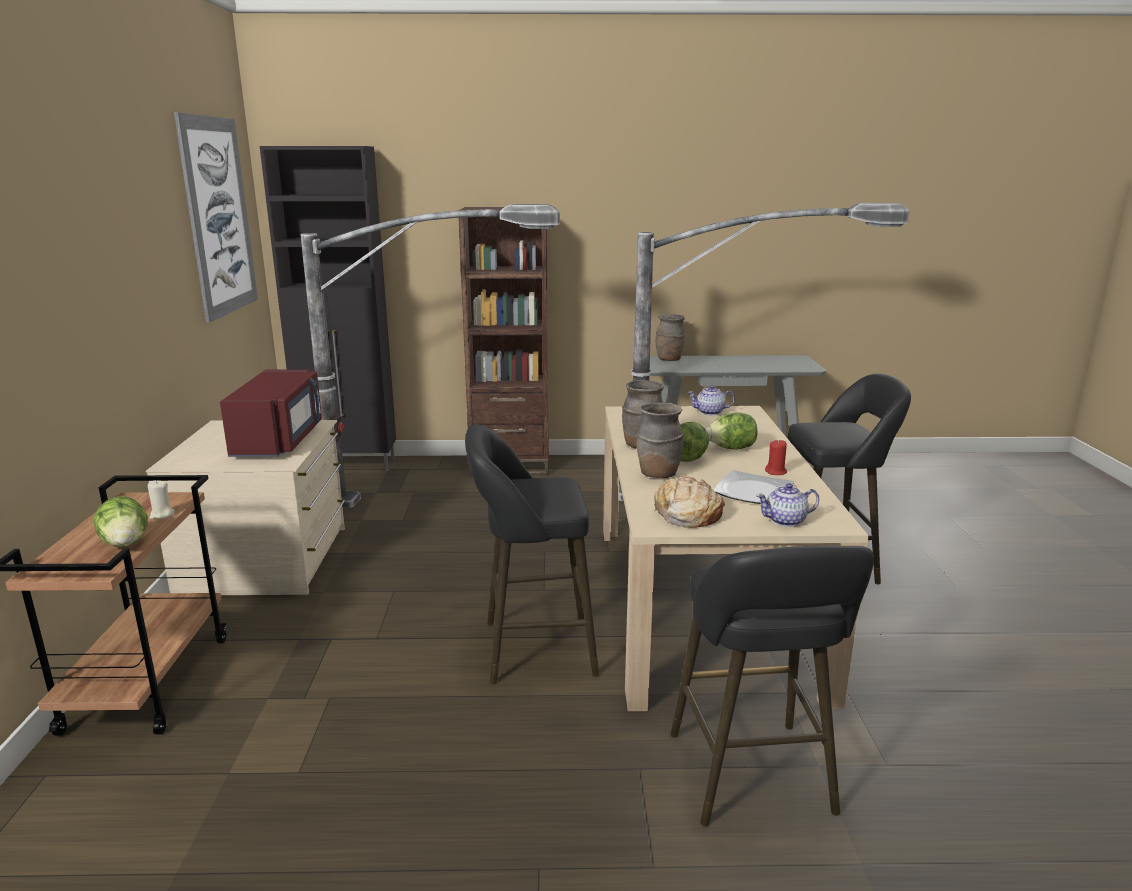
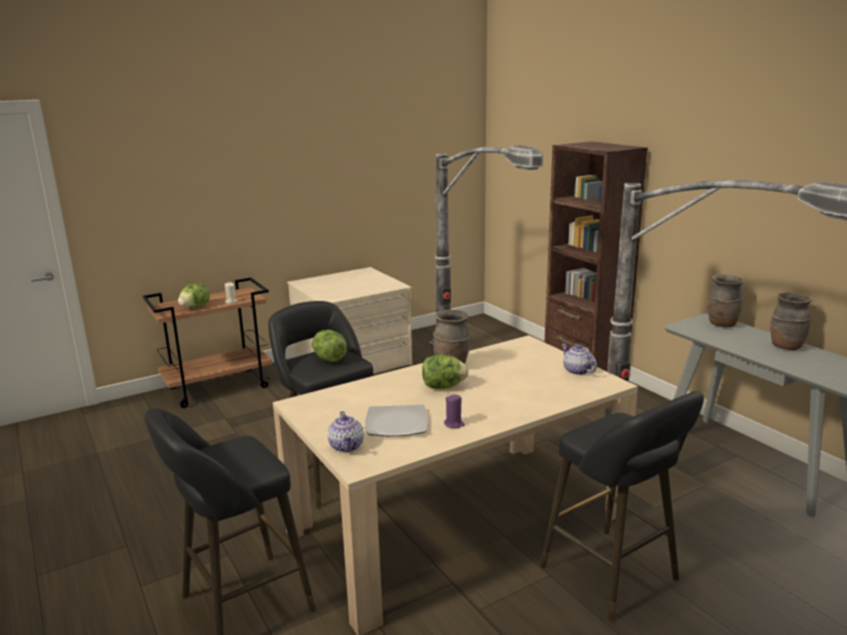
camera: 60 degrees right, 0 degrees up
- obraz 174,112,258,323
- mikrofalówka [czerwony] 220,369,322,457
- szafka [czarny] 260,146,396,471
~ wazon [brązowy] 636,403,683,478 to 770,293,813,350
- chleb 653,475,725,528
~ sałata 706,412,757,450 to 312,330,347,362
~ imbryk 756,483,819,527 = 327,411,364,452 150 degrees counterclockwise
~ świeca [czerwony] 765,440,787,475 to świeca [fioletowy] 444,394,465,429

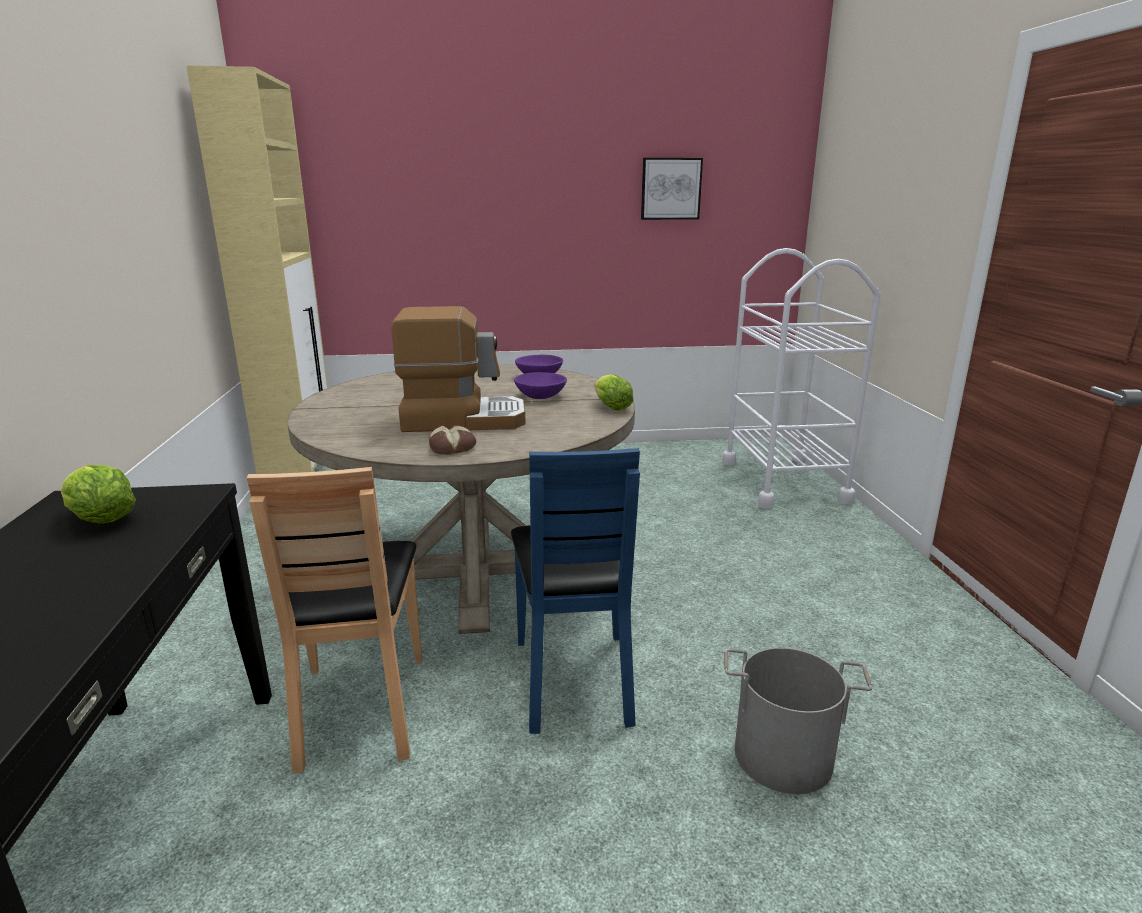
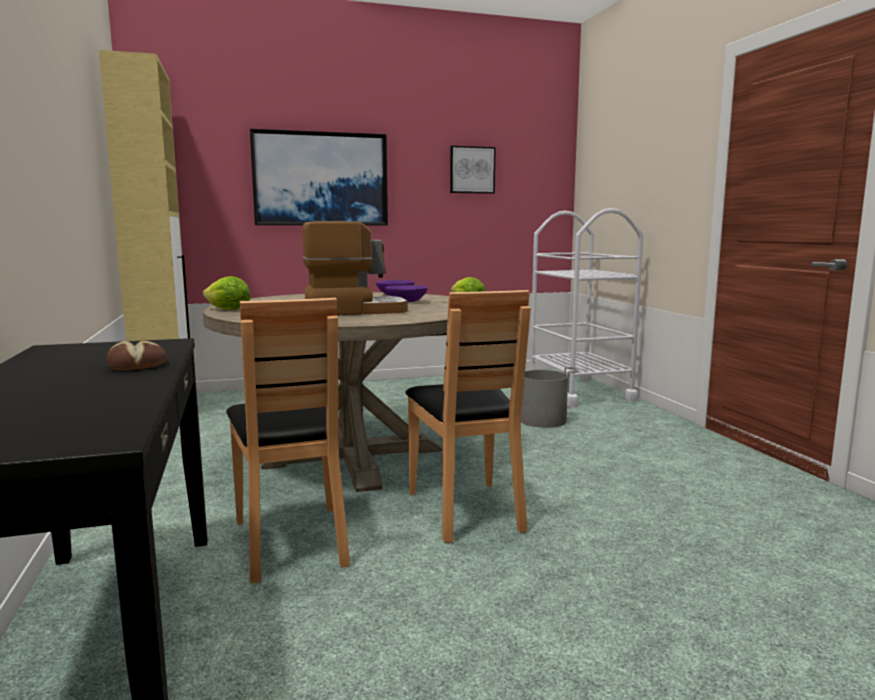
camera: 10 degrees left, 10 degrees down
~ sałata 61,465,136,524 to 203,276,250,310
~ chleb 429,425,476,455 to 107,340,167,371
~ krzesło [niebieski] 511,448,640,734 to krzesło [brązowy] 405,290,531,543
~ wiadro [szary] 724,648,872,794 to 521,367,579,428
+ obraz 250,129,388,225

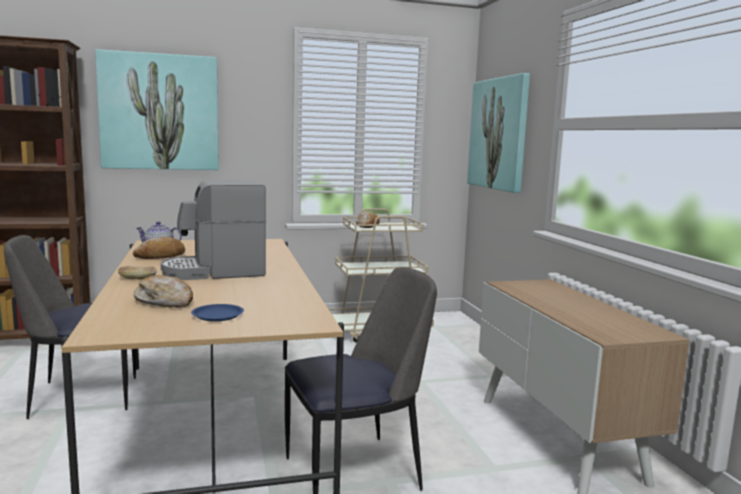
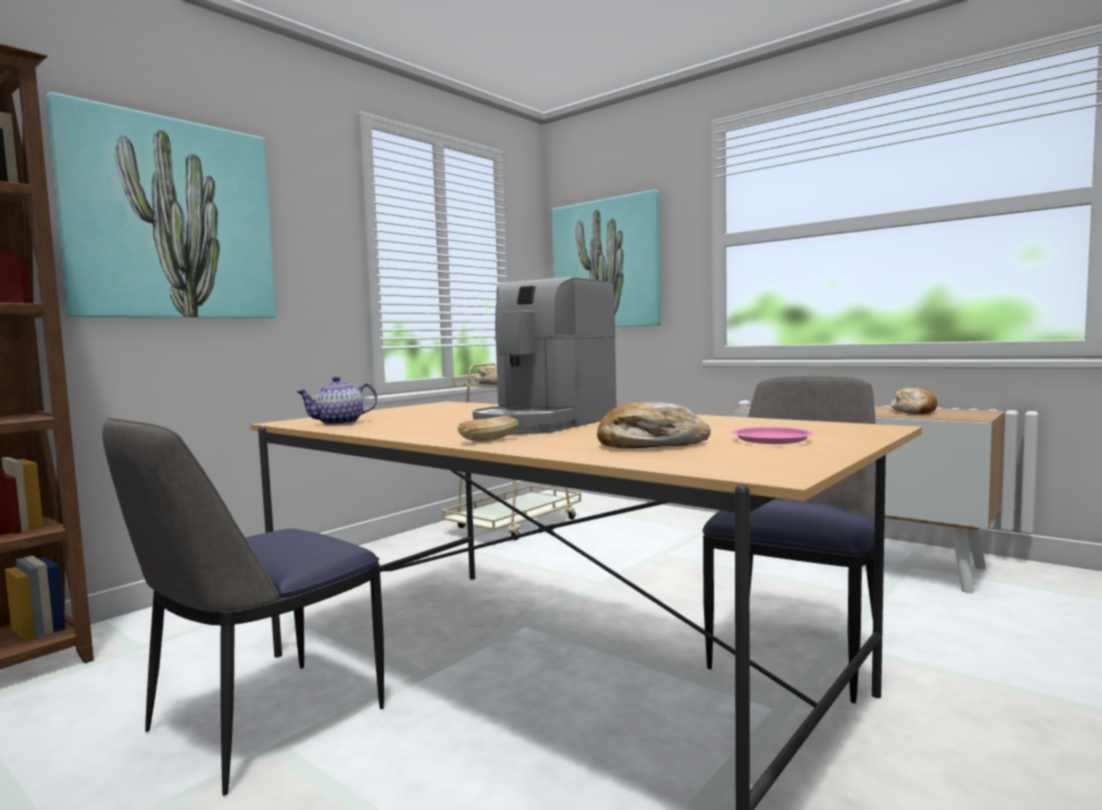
camera: 35 degrees left, 5 degrees down
~ chleb 133,237,185,259 to 890,387,938,414
~ talerz [niebieski] 191,304,244,321 to talerz [różowy] 732,427,814,444

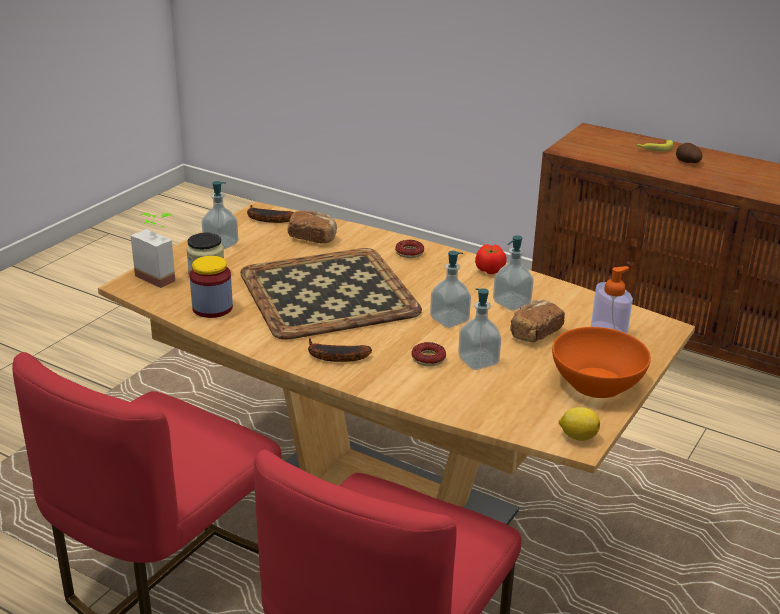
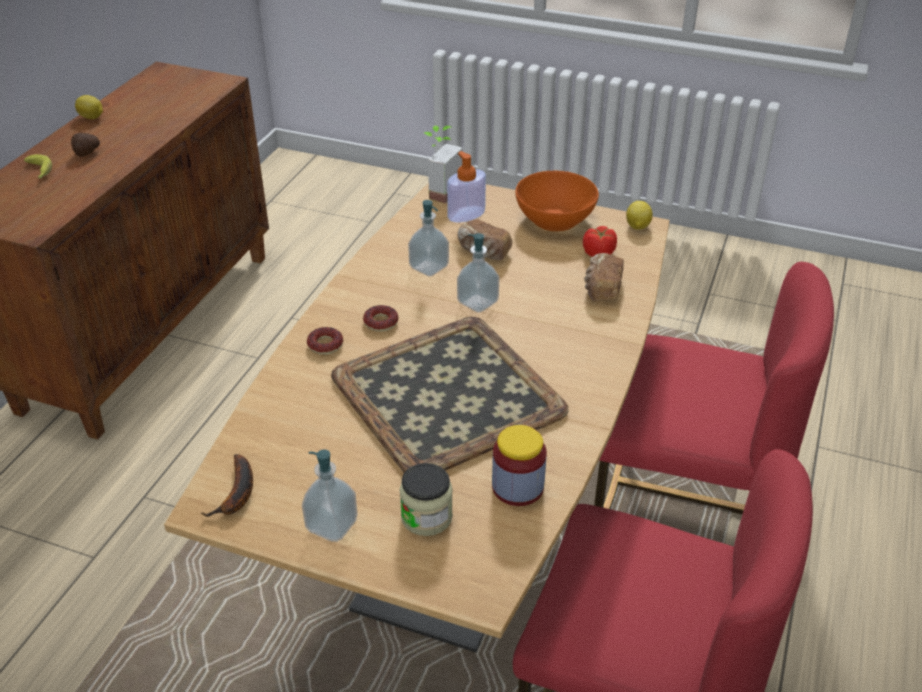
camera: 100 degrees left, 10 degrees up
~ roślina doniczkowa 131,213,175,288 to 424,126,463,203
~ chleb 287,211,337,244 to 584,253,624,301
- banan 308,338,372,362
~ donut 411,342,446,366 to 363,305,398,332
- dozownik mydła 458,288,501,370
~ pomidor 475,244,506,274 to 583,226,617,257
+ cytryna 75,95,103,119

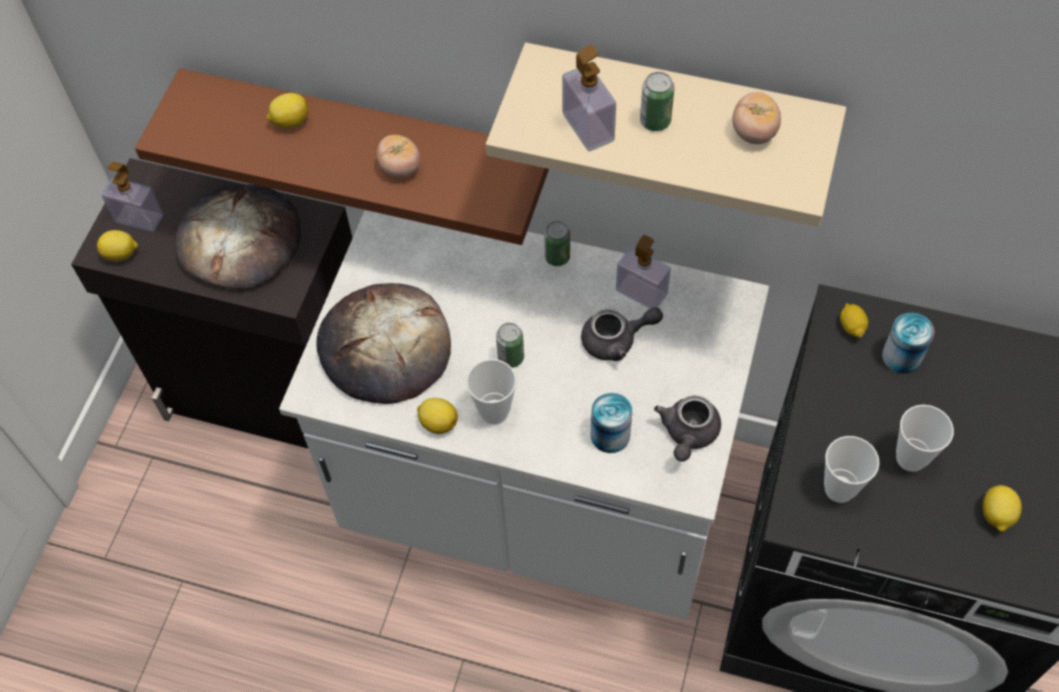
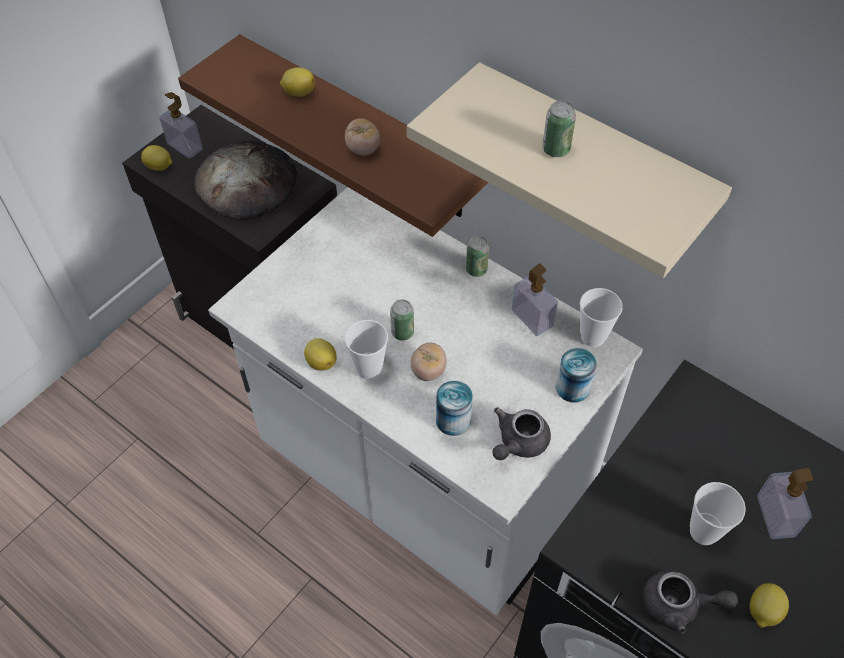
camera: 20 degrees right, 5 degrees down
- chleb 316,283,451,404
~ dozownik mydła 562,44,616,151 to 757,468,813,539
~ imbryk [szary] 581,307,663,361 to 643,571,738,634
~ pomidor 732,92,781,144 to 411,343,447,381
~ filiżanka 824,436,879,503 to 580,288,623,347
- cytryna 840,303,868,338
~ puszka 882,312,934,374 to 556,348,597,403

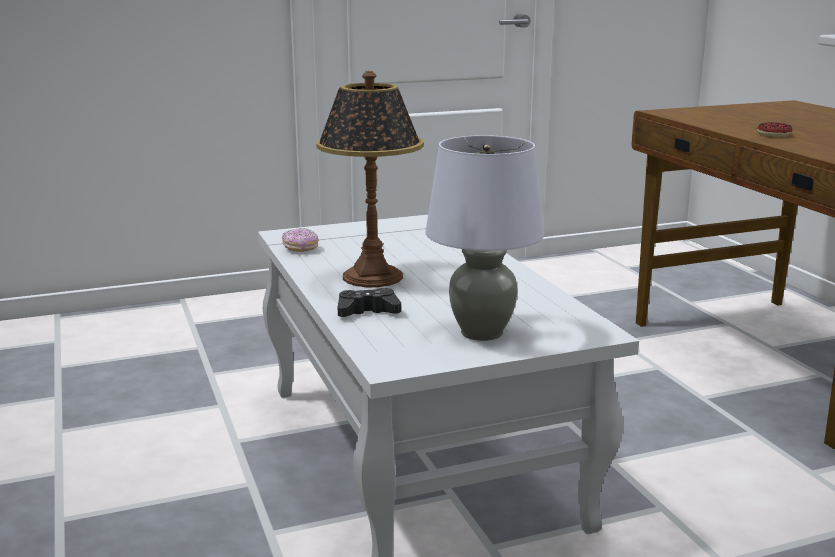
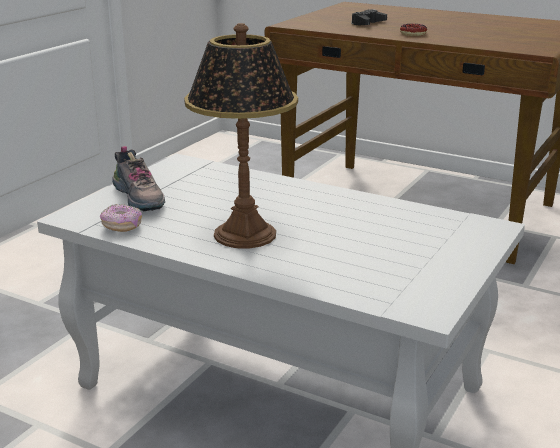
camera: 40 degrees left, 5 degrees up
~ pad do gier [czarny] 338,288,401,317 to 351,9,387,25
- lampa stołowa [szary] 425,135,544,341
+ but 112,146,165,212

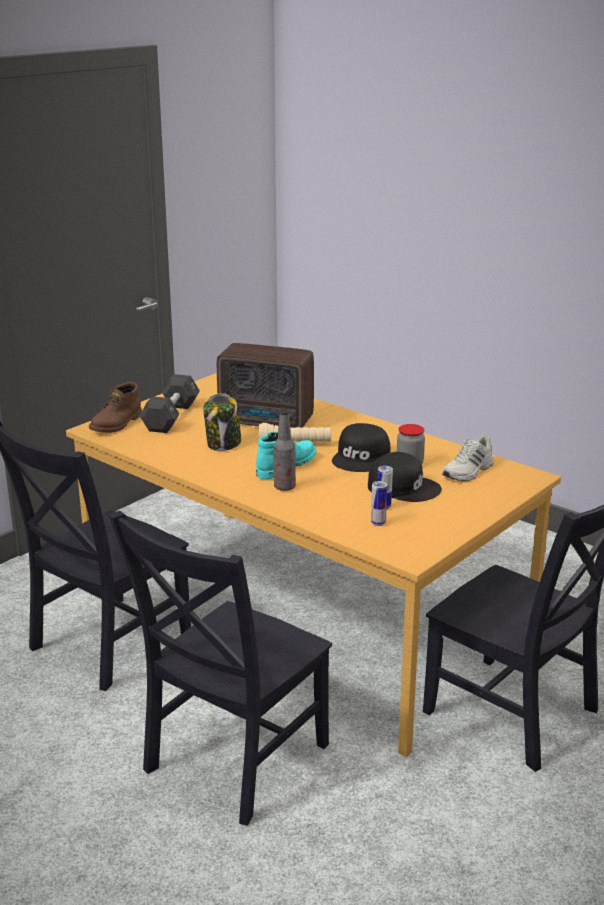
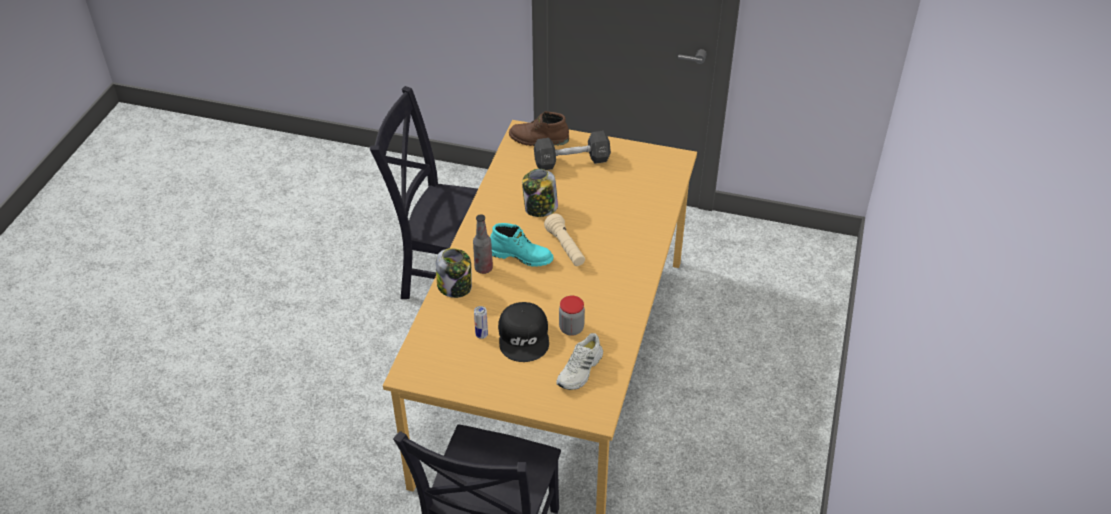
camera: 65 degrees right, 20 degrees up
- krzesło [czarny] 108,511,332,826
- radio 217,343,314,428
- czapka z daszkiem [czarny] 332,423,391,472
- puszka 371,481,387,526
~ but [biały] 442,435,494,482 = 556,333,603,390 75 degrees counterclockwise
+ słoik 436,248,472,298

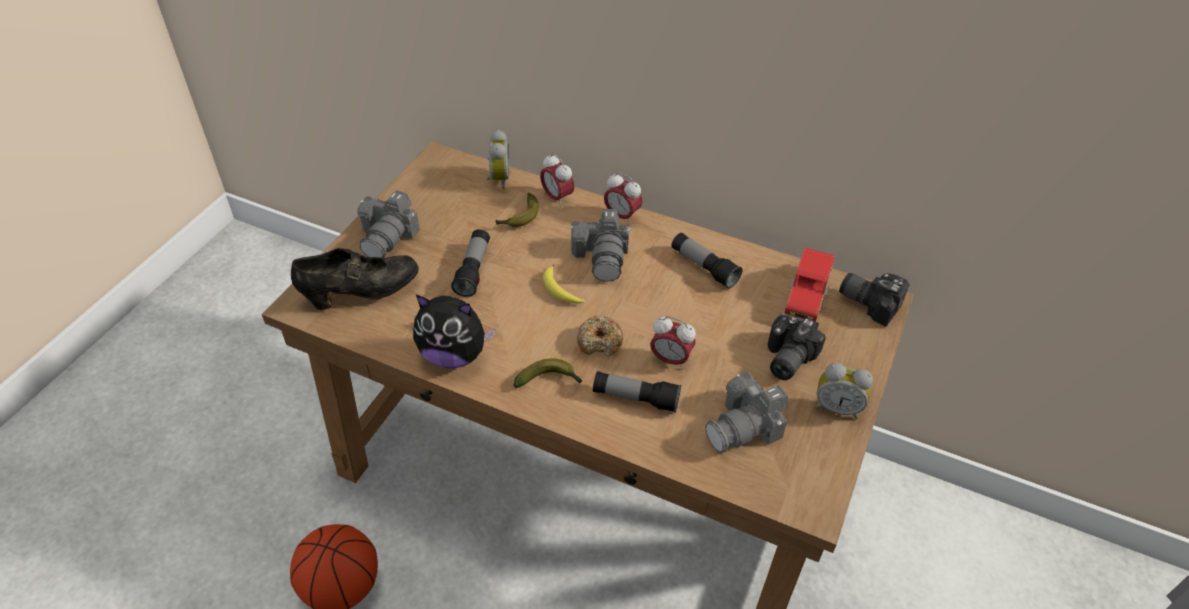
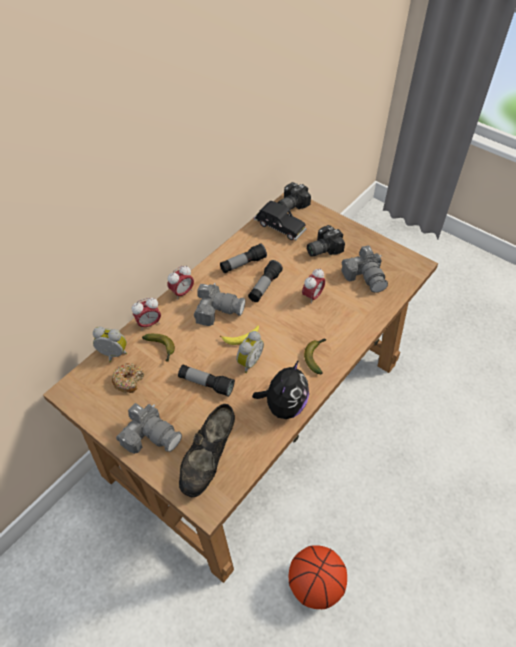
camera: 75 degrees left, 5 degrees up
~ but [czarny] 291,248,419,310 = 179,404,235,497 150 degrees counterclockwise
~ donut 577,316,623,356 to 112,363,144,393
~ latarka 593,371,681,413 to 248,260,283,302
~ aparat fotograficzny 767,315,826,380 = 307,225,345,257 105 degrees clockwise
~ samochodzik [czerwony] 782,248,835,322 to samochodzik [czarny] 253,201,307,241
~ budzik 815,363,873,419 to 236,331,264,373

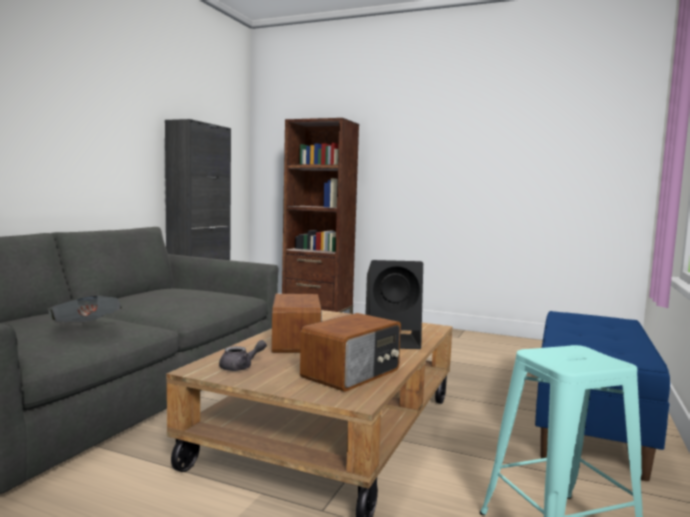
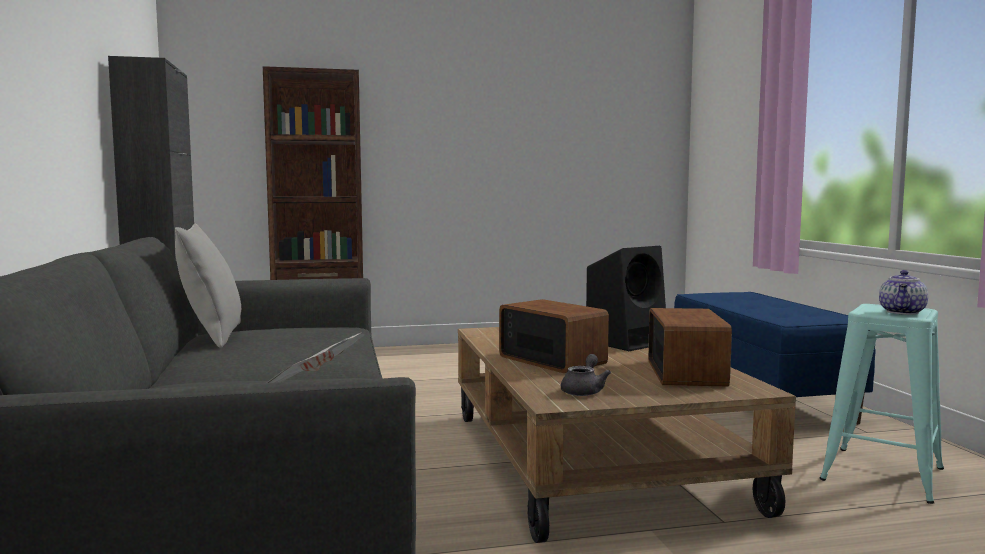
camera: 35 degrees left, 0 degrees up
+ poduszka [szary] 175,224,241,348
+ imbryk 879,270,928,315

